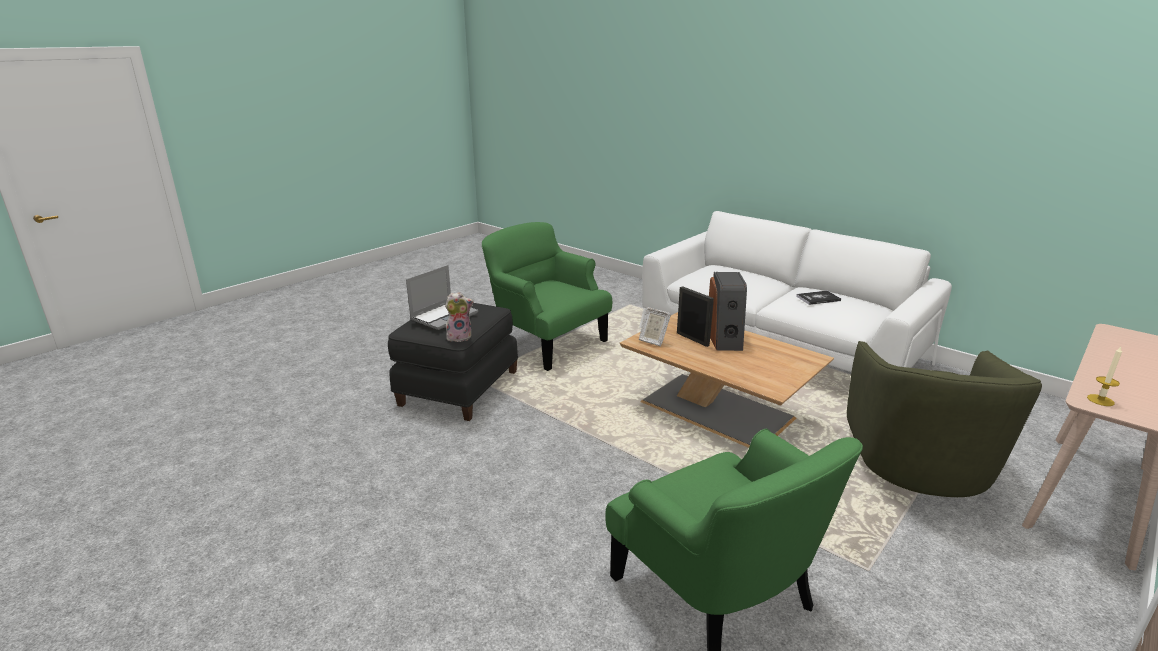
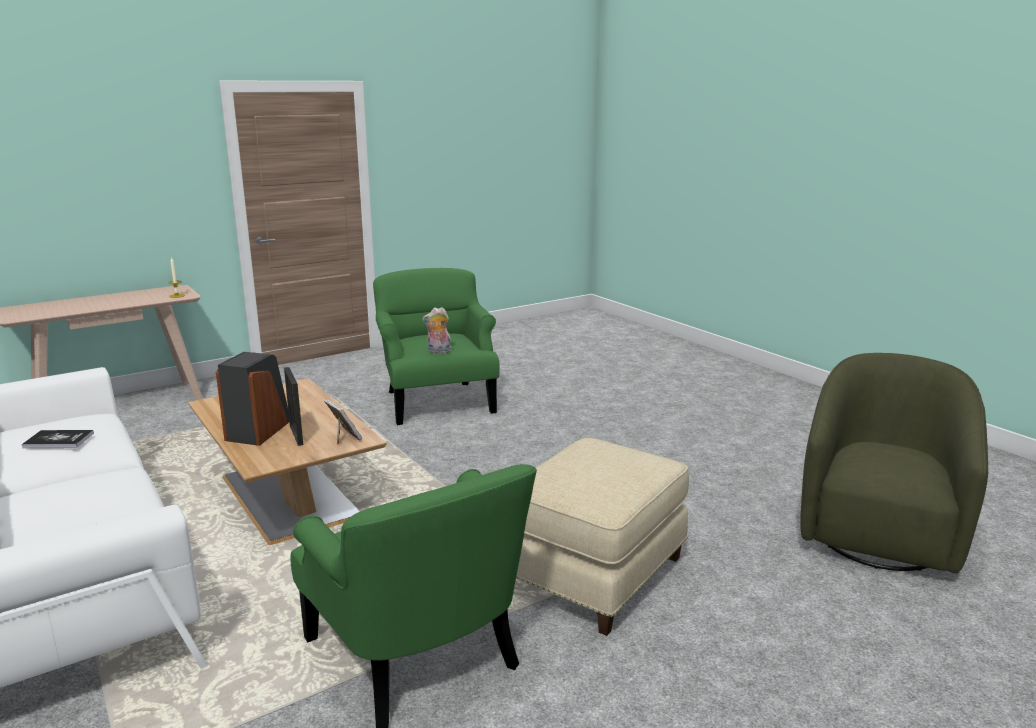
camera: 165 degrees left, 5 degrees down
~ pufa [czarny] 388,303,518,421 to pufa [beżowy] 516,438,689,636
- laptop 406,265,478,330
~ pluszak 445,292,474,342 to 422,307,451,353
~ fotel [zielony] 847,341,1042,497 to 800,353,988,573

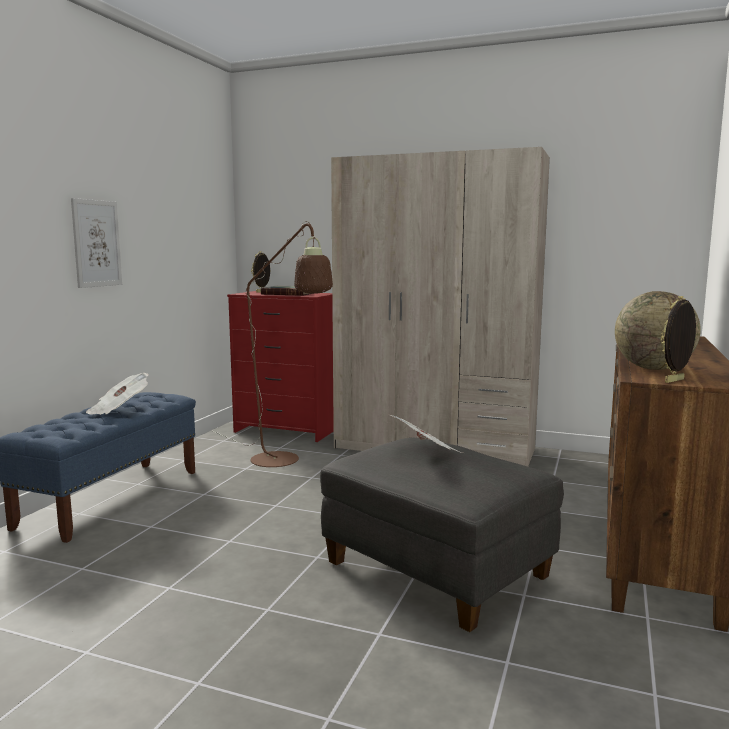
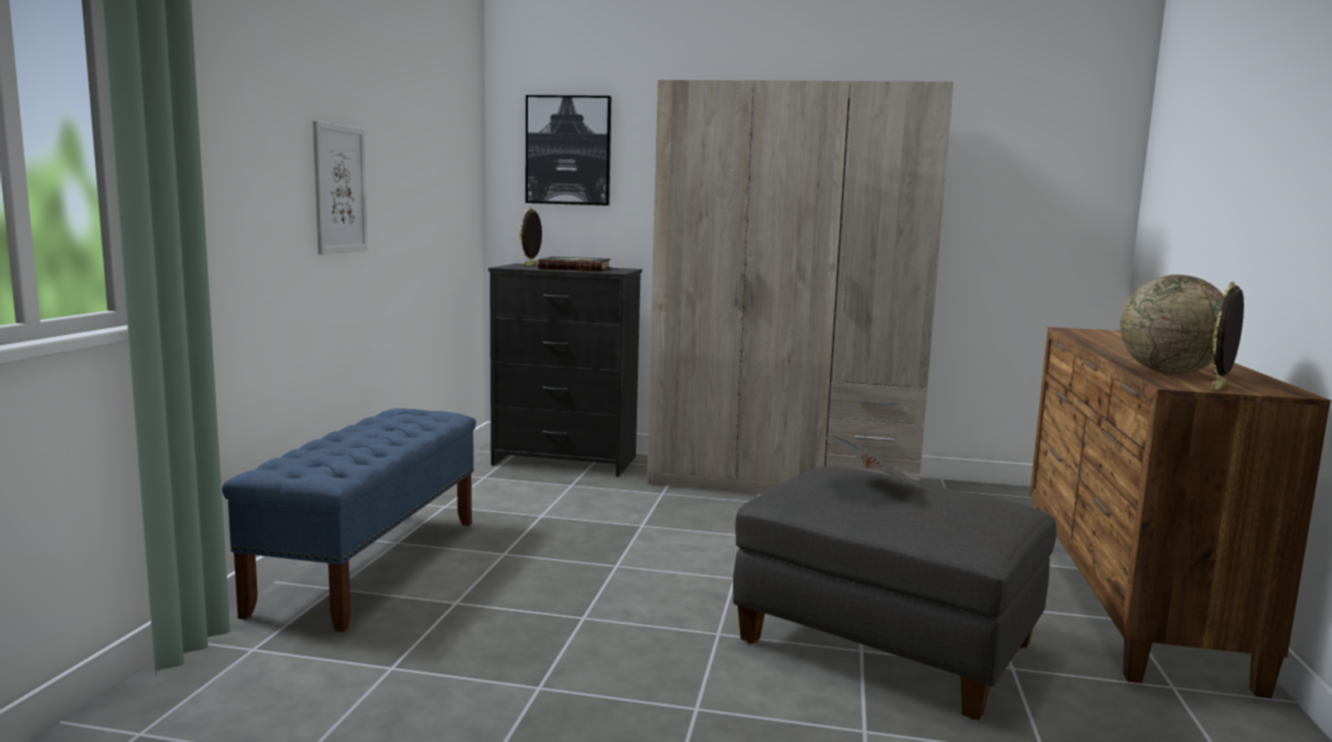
camera: 10 degrees left, 0 degrees up
- gazeta 86,373,149,415
- lampa stojąca [brązowy] 213,221,333,467
~ komoda [czerwony] 227,291,334,442 to komoda [czarny] 488,264,642,477
+ obraz 526,95,611,206

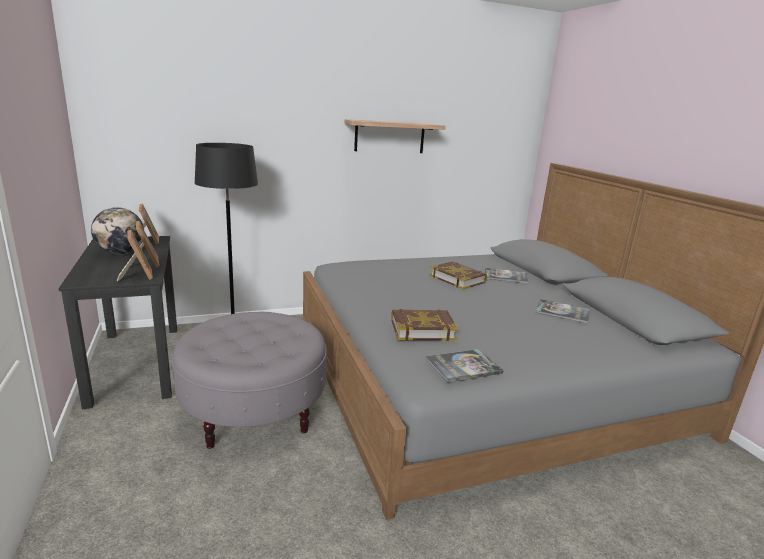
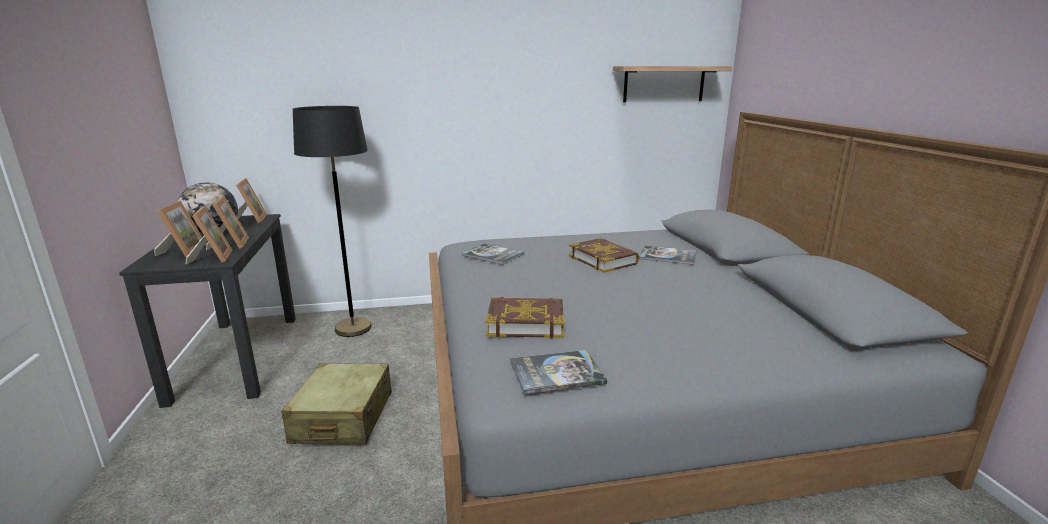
camera: 10 degrees right, 0 degrees up
~ pufa [szary] 172,312,327,449 to walizka [beżowy] 281,363,392,445
~ półka 345,119,446,153 to 613,66,733,102
~ książka 535,299,590,323 to 461,243,525,265
+ ramka na zdjęcie 154,201,207,257

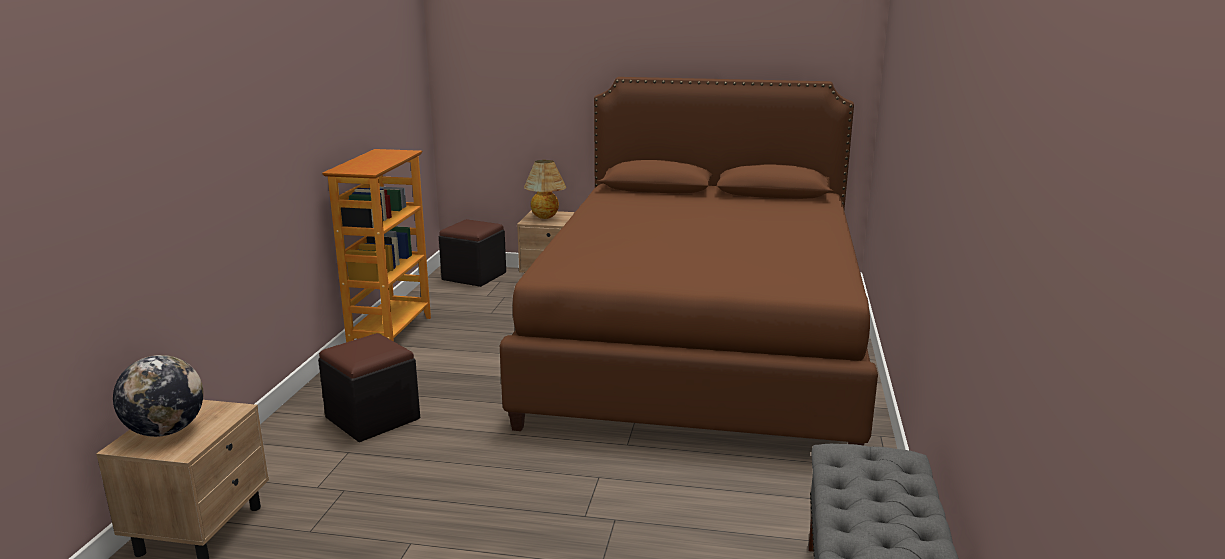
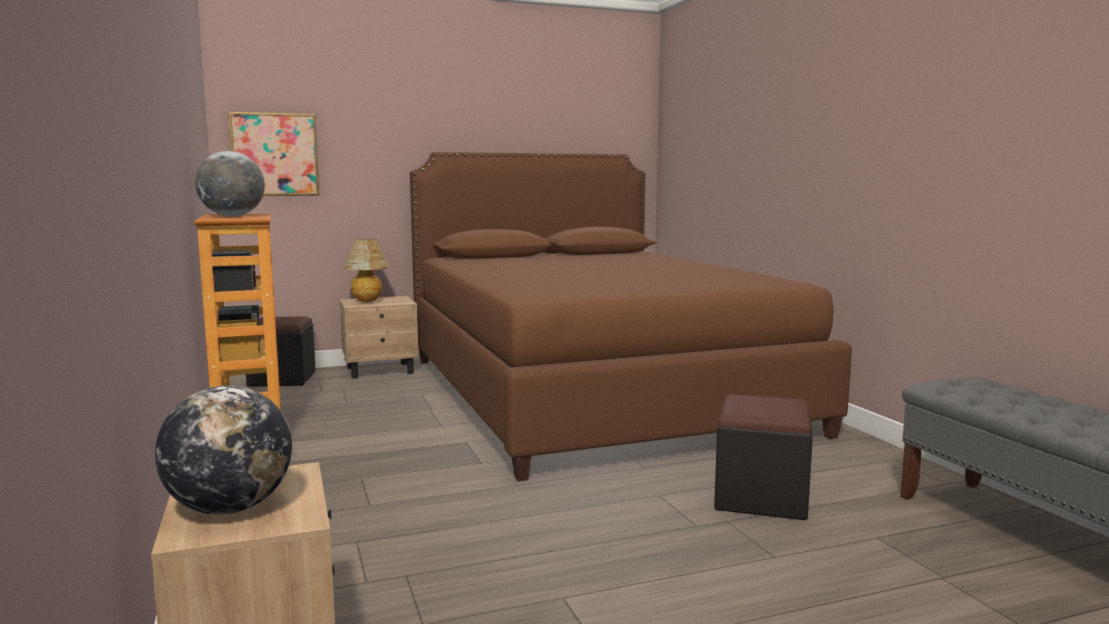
camera: 30 degrees left, 10 degrees down
~ pufa [czarny] 318,333,420,442 to 714,394,813,520
+ globus 195,151,265,216
+ obraz 228,112,320,196

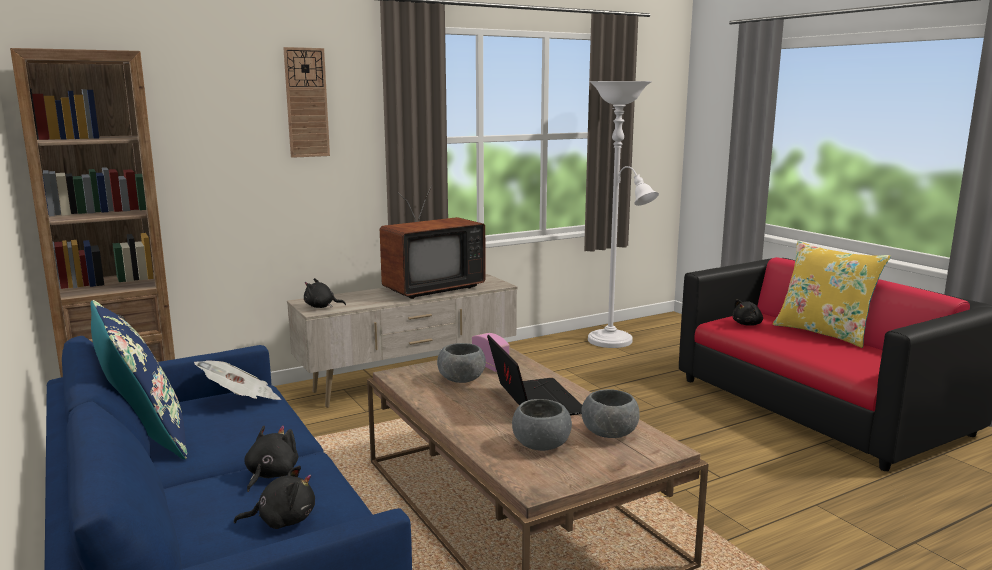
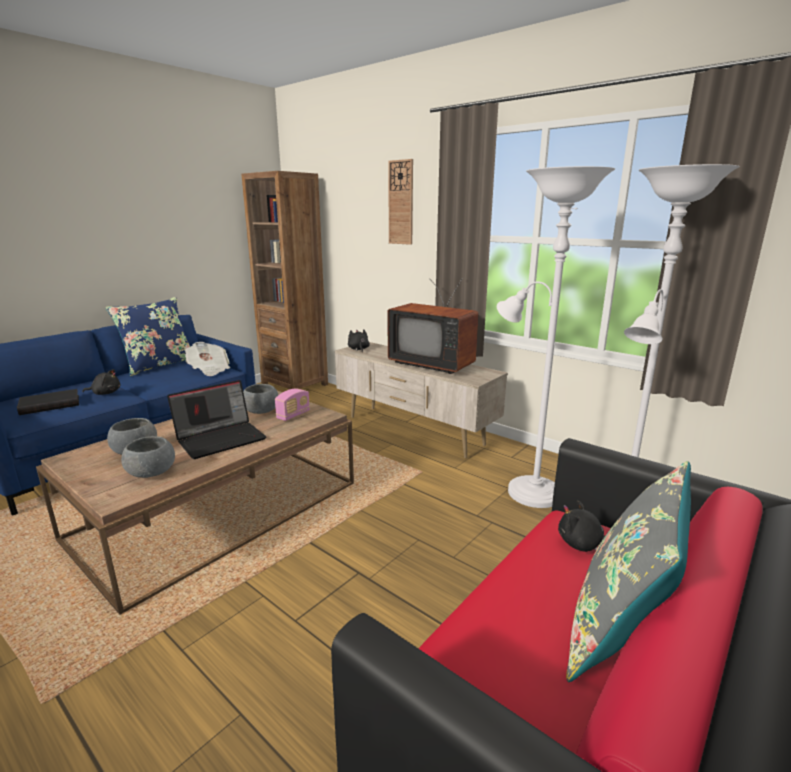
camera: 70 degrees right, 5 degrees up
~ pluszak [czarny] 234,466,315,529 to książka [czarny] 17,389,79,415
~ poduszka [żółty] 773,241,891,348 to poduszka [szary] 566,461,691,682
+ lampa stojąca [biały] 497,166,615,508

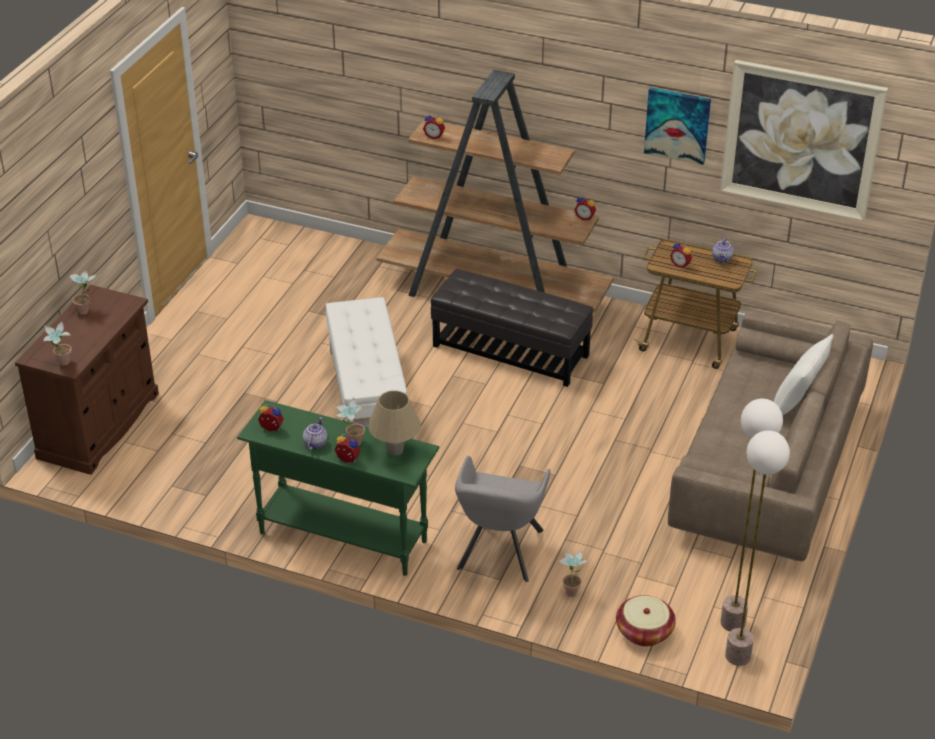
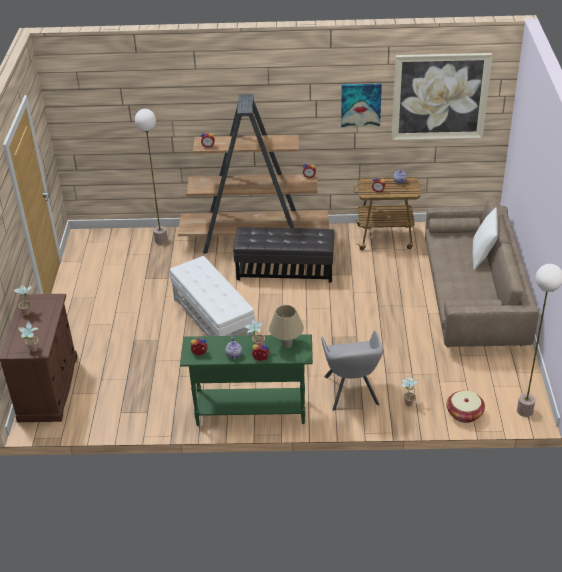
camera: 20 degrees left, 0 degrees up
~ lampa stojąca 720,399,783,631 to 135,109,168,245

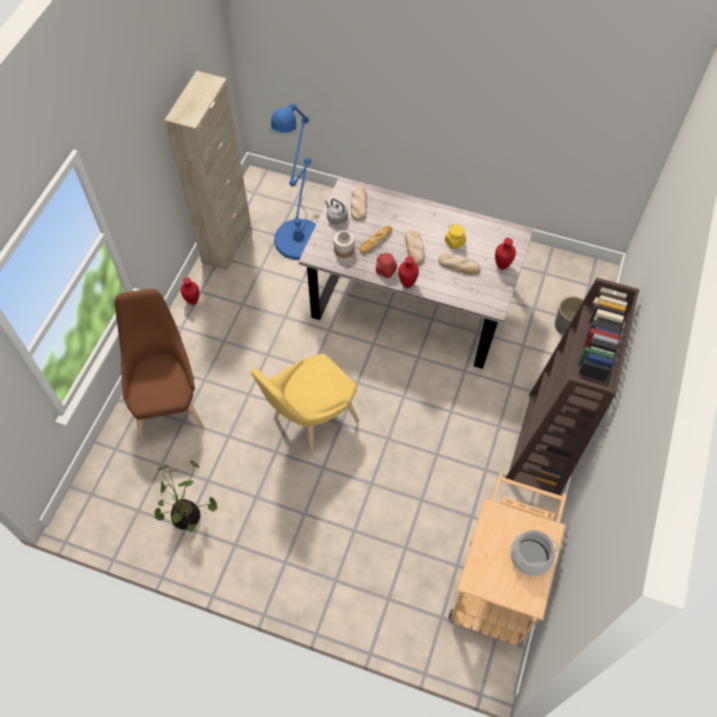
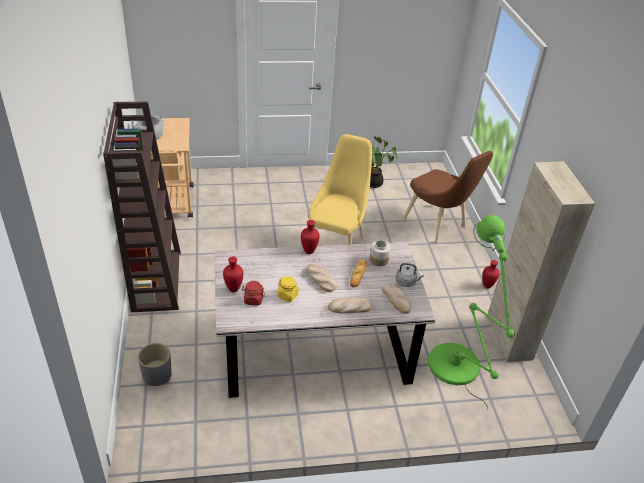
camera: 150 degrees right, 20 degrees down
~ lampa stojąca [niebieski] 268,103,316,260 to lampa stojąca [zielony] 428,215,515,409
~ słoik [czerwony] 376,253,398,278 to 242,281,265,306
~ chleb 438,253,481,275 to 328,298,371,313

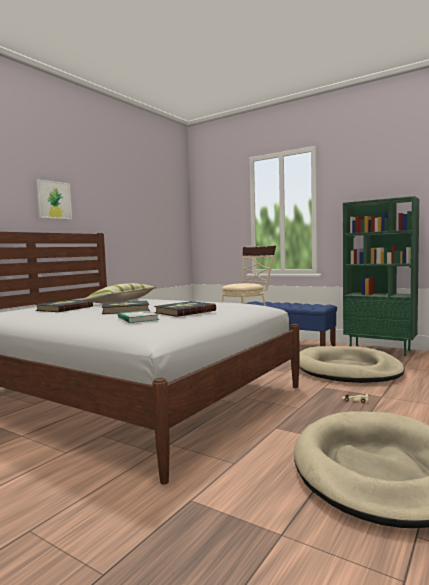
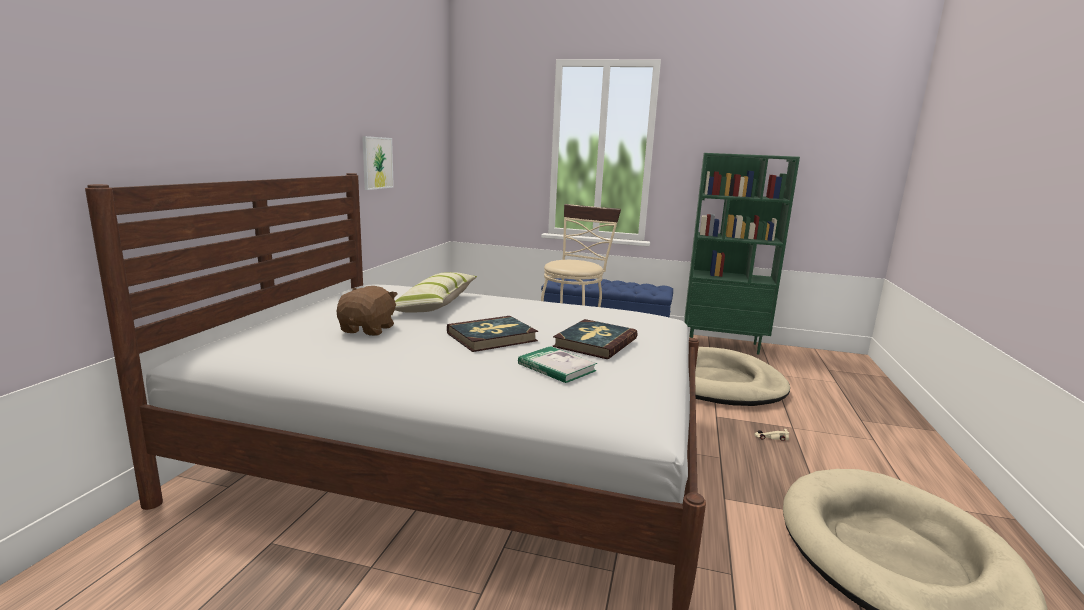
camera: 20 degrees left, 10 degrees up
~ książka 35,300,93,312 to pluszak [brązowy] 336,286,398,336
~ obraz 36,179,72,220 to 362,136,394,190

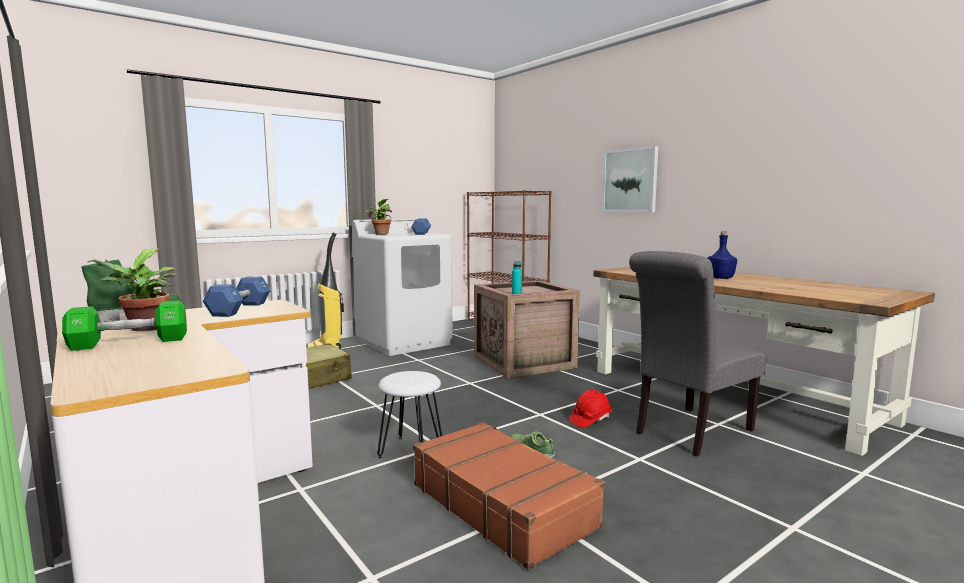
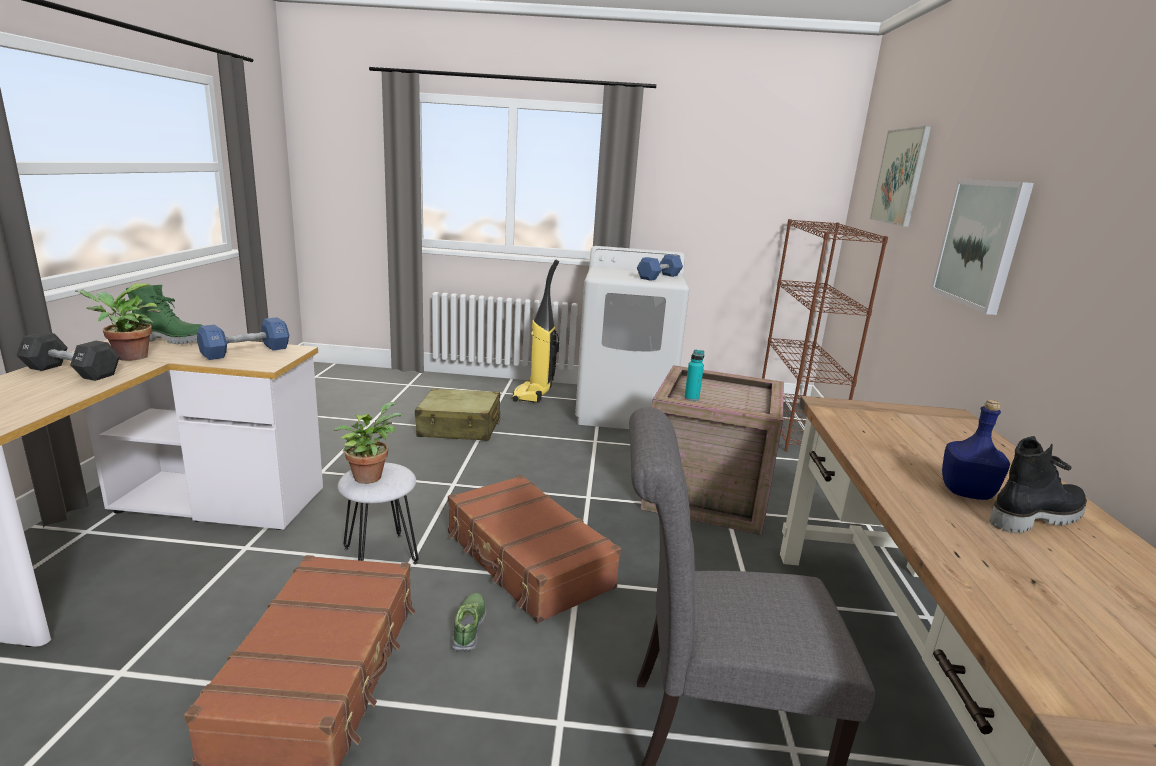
camera: 40 degrees right, 10 degrees up
~ hantel [zielony] 62,301,187,351 to hantel [czarny] 16,332,120,381
~ roślina doniczkowa 365,199,392,235 to 334,402,401,484
- kask [czerwony] 570,390,612,427
+ walizka [brązowy] 448,475,621,623
+ obraz 870,126,931,227
+ but z cholewką [czarny] 989,436,1087,533

